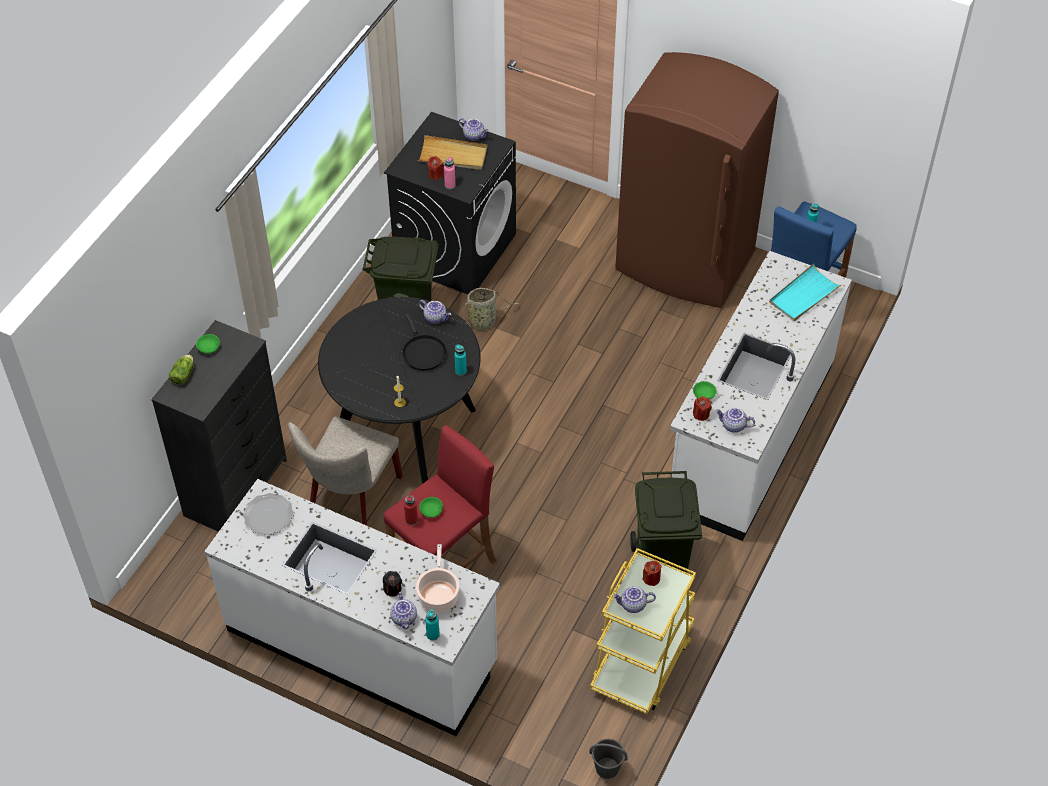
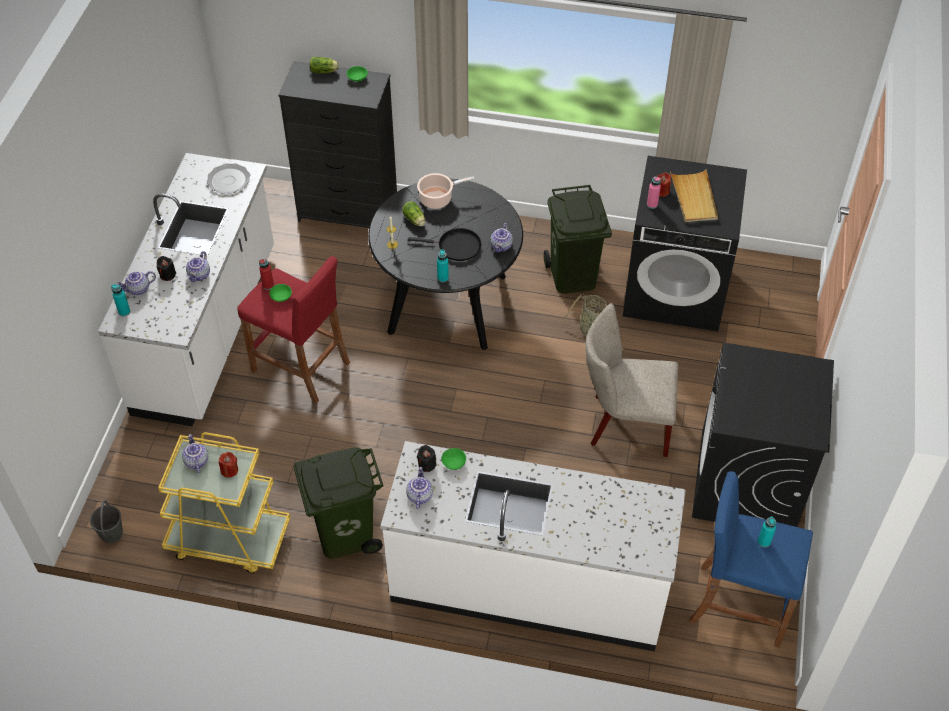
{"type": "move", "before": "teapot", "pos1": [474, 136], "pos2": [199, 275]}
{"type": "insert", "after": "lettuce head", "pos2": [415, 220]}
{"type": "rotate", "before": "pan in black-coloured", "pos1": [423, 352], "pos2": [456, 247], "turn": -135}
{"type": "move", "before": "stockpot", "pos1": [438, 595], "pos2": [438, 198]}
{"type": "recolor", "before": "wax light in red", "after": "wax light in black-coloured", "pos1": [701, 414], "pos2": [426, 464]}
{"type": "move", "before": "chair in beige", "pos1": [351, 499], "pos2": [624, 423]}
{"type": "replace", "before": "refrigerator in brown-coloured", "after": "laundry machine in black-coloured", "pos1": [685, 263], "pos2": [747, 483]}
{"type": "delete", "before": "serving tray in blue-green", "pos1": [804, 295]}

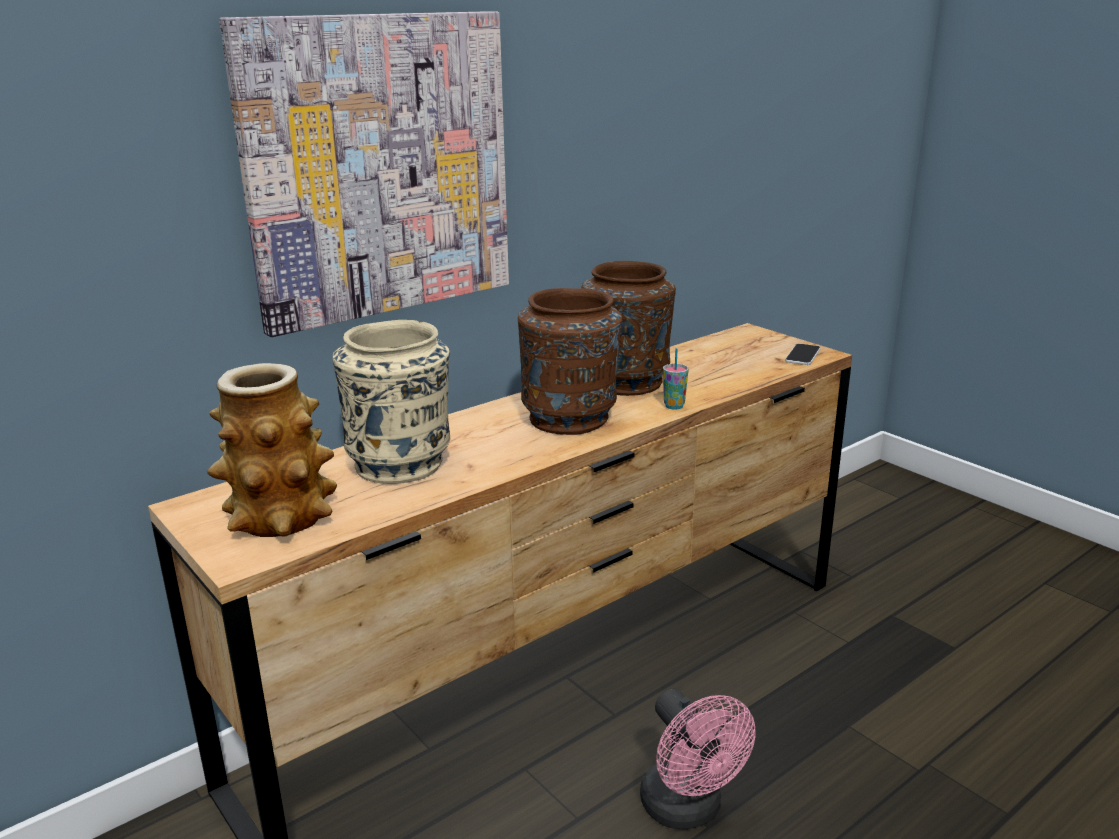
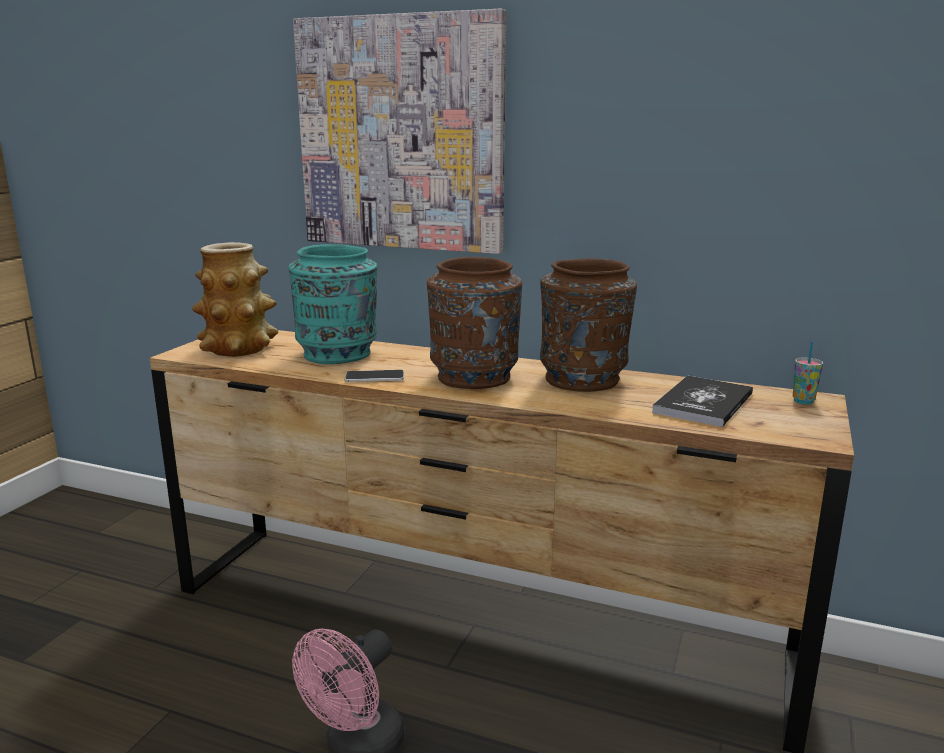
{"type": "recolor", "before": "flower vase in beige", "after": "flower vase in blue-green", "pos1": [401, 464], "pos2": [338, 355]}
{"type": "move", "before": "handset", "pos1": [802, 355], "pos2": [374, 377]}
{"type": "insert", "after": "volume", "pos2": [703, 403]}
{"type": "move", "before": "drinking cup", "pos1": [674, 406], "pos2": [803, 401]}

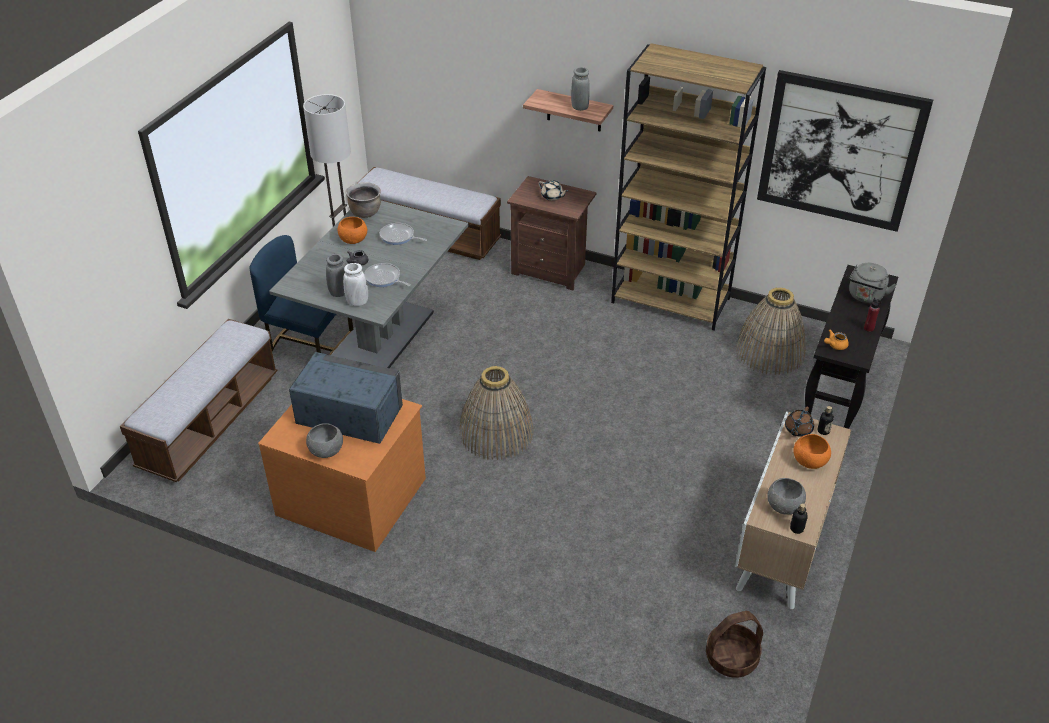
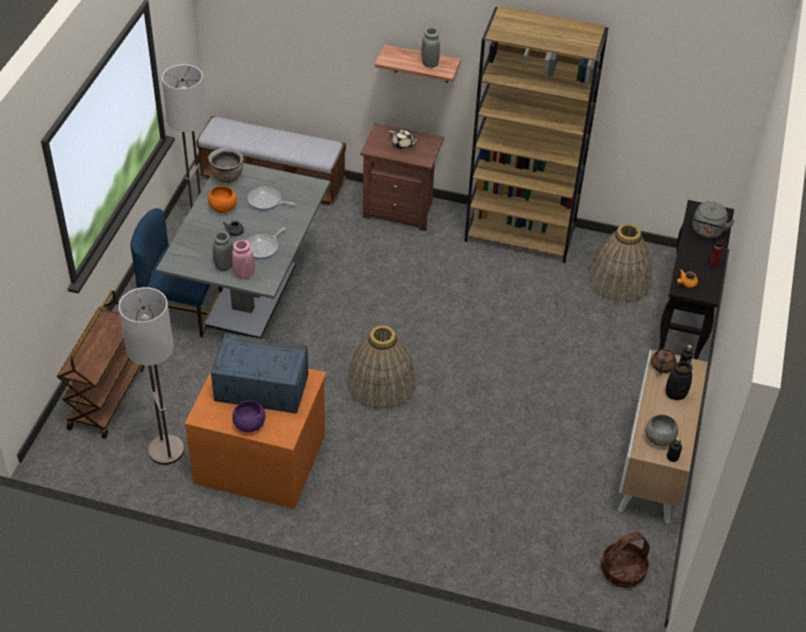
{"type": "replace", "before": "long seat", "after": "cart in brown-coloured", "pos1": [210, 421], "pos2": [106, 397]}
{"type": "insert", "after": "standard lamp", "pos2": [166, 450]}
{"type": "recolor", "before": "flower vase in white-coloured", "after": "flower vase in pink-coloured", "pos1": [357, 302], "pos2": [244, 274]}
{"type": "recolor", "before": "bowl in grey", "after": "bowl in purple", "pos1": [326, 450], "pos2": [250, 424]}
{"type": "rotate", "before": "pan", "pos1": [384, 278], "pos2": [263, 247], "turn": -75}
{"type": "replace", "before": "bowl in orange", "after": "flower vase in black-coloured", "pos1": [809, 461], "pos2": [675, 394]}
{"type": "delete", "before": "wall picture", "pos1": [840, 151]}

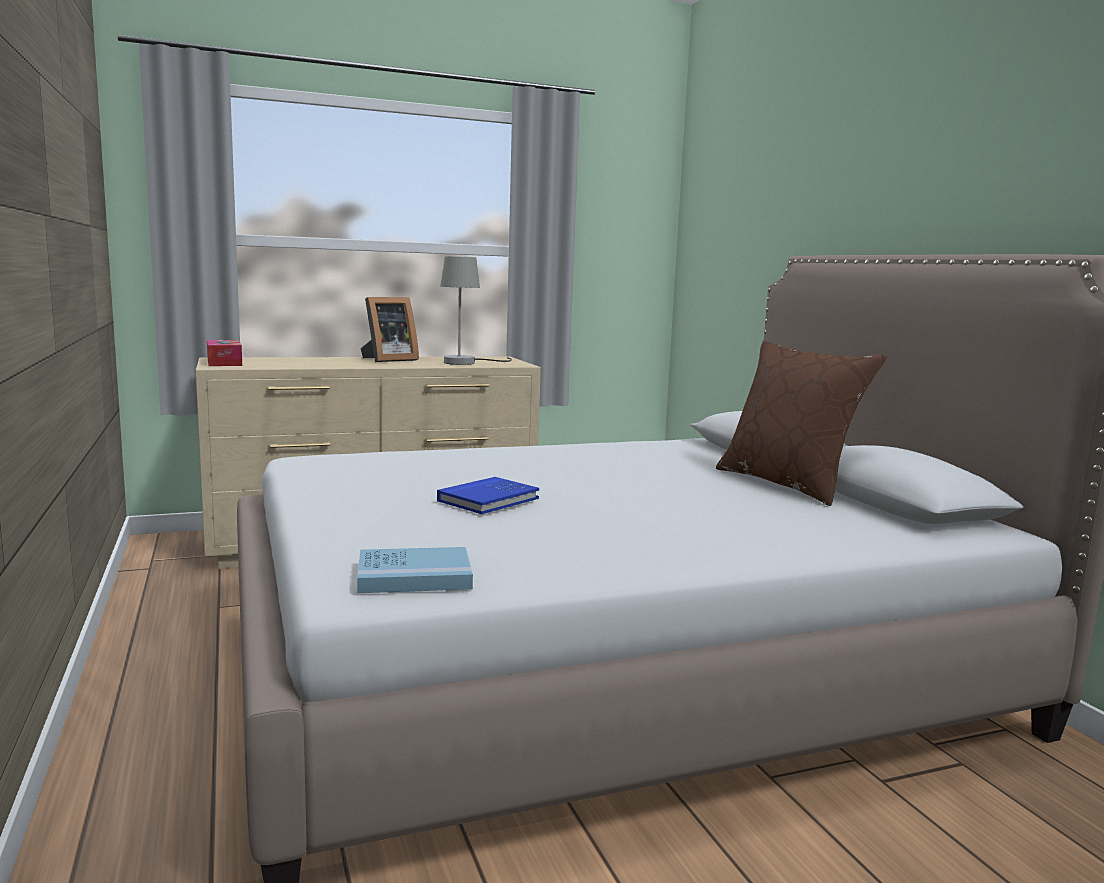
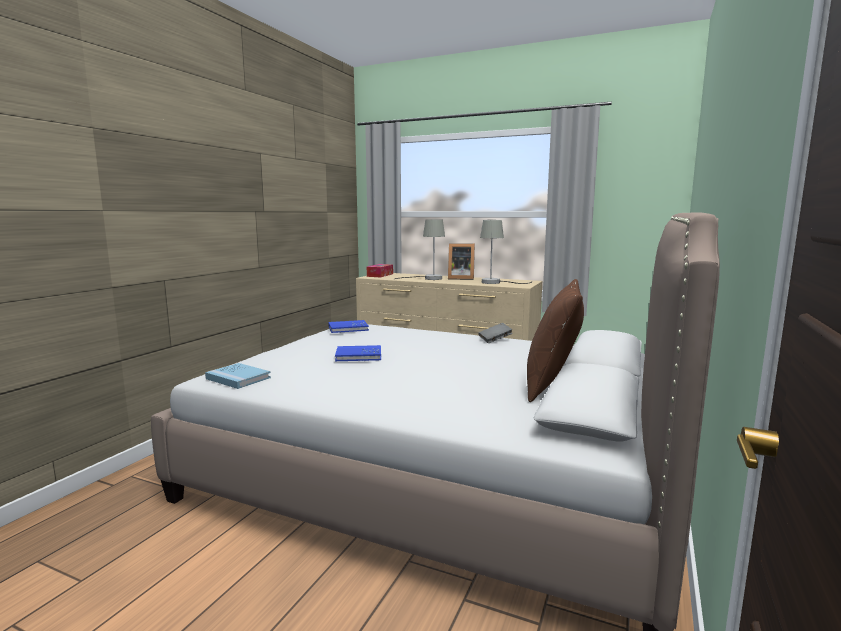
{"type": "insert", "after": "volume in bluish", "pos2": [348, 328]}
{"type": "insert", "after": "lamp for a table in grey", "pos2": [428, 278]}
{"type": "insert", "after": "volume in grey", "pos2": [495, 340]}

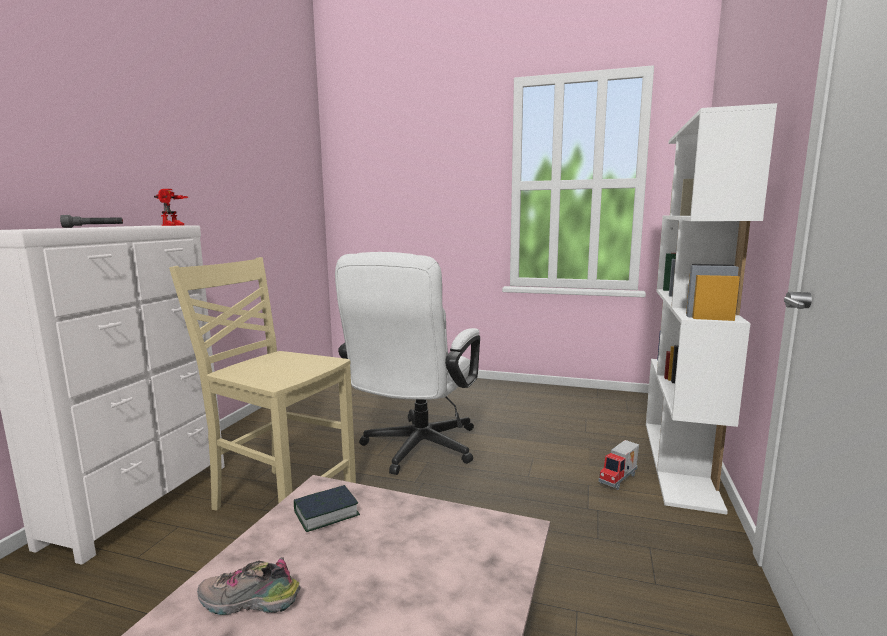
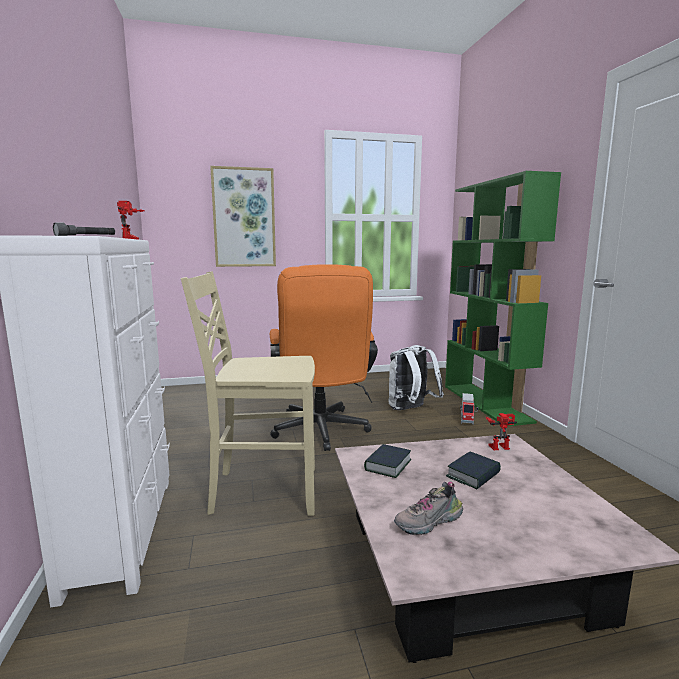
{"type": "insert", "after": "wall picture", "pos2": [244, 218]}
{"type": "recolor", "before": "office chair in white-coloured", "after": "office chair in orange", "pos1": [415, 450], "pos2": [321, 432]}
{"type": "insert", "after": "rucksack in white-coloured", "pos2": [411, 409]}
{"type": "recolor", "before": "shelving unit in white-coloured", "after": "shelving unit in greenish", "pos1": [680, 462], "pos2": [486, 403]}
{"type": "insert", "after": "volume", "pos2": [473, 475]}
{"type": "insert", "after": "model robot", "pos2": [499, 446]}

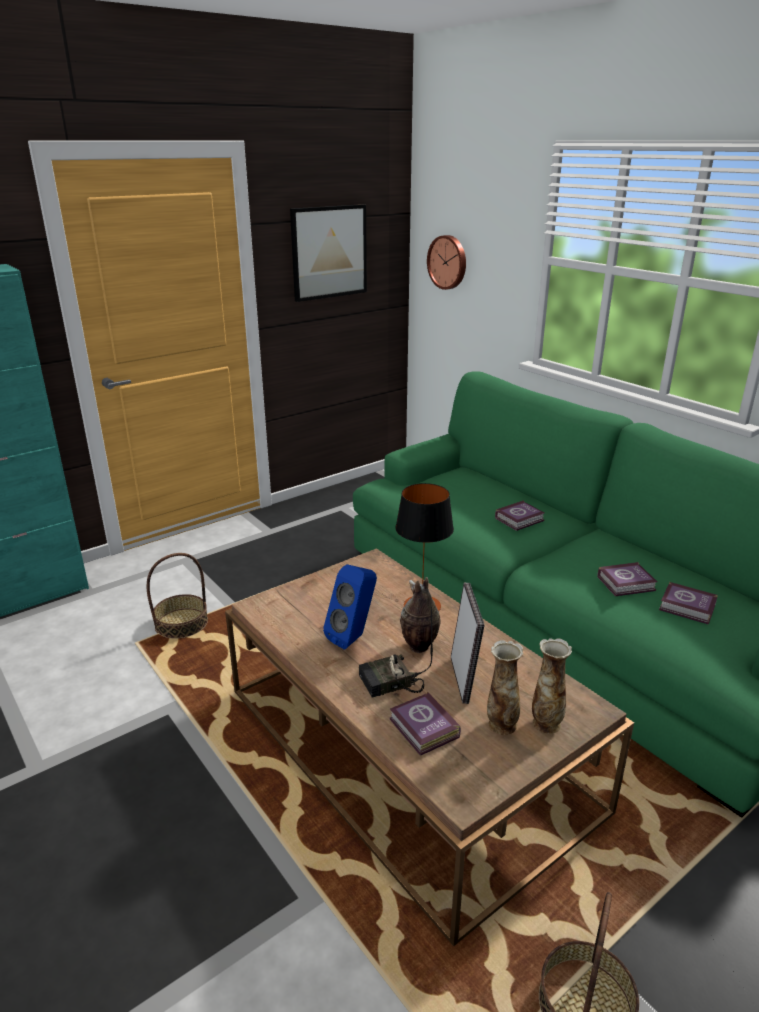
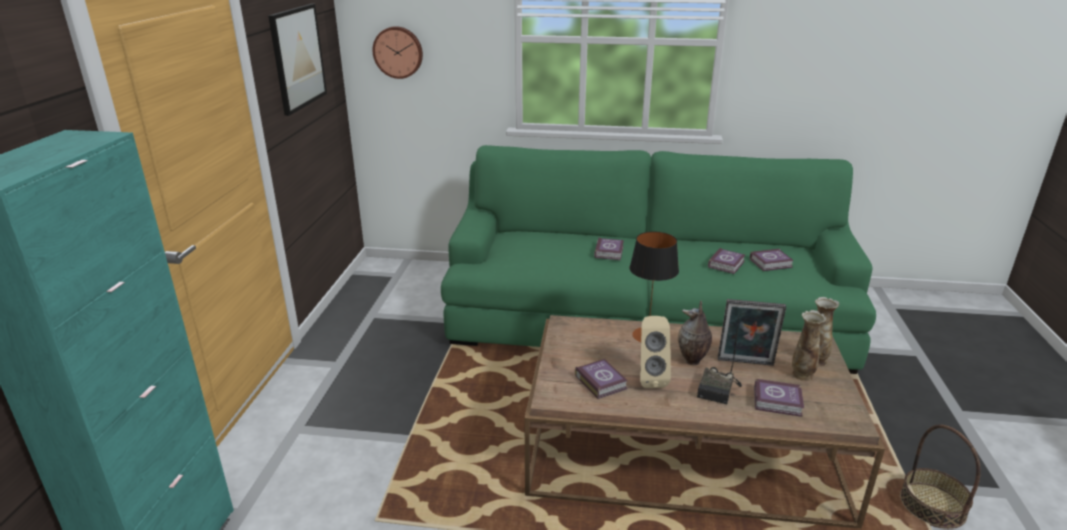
{"type": "insert", "after": "volume", "pos2": [601, 381]}
{"type": "recolor", "before": "loudspeaker in bluish", "after": "loudspeaker in beige", "pos1": [353, 637], "pos2": [649, 378]}
{"type": "rotate", "before": "picture frame", "pos1": [463, 679], "pos2": [745, 363], "turn": 150}
{"type": "delete", "before": "storage basket", "pos1": [181, 623]}

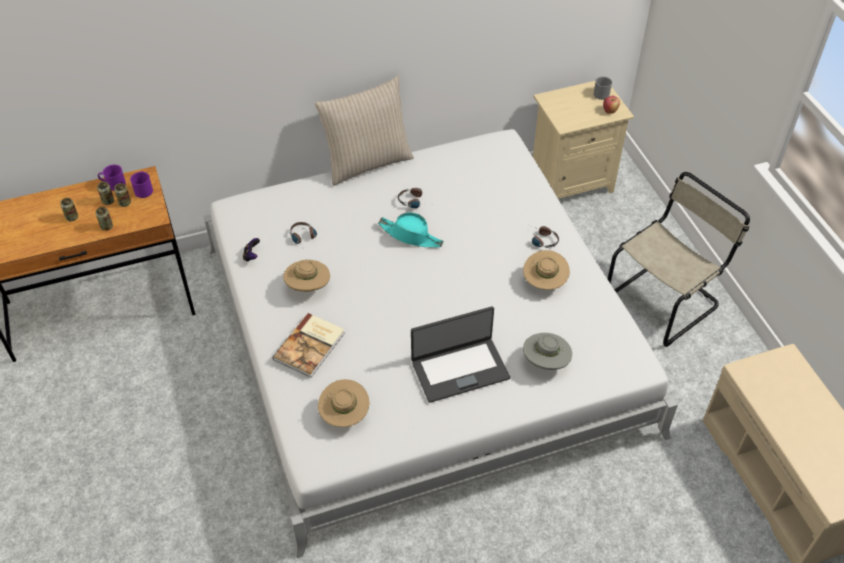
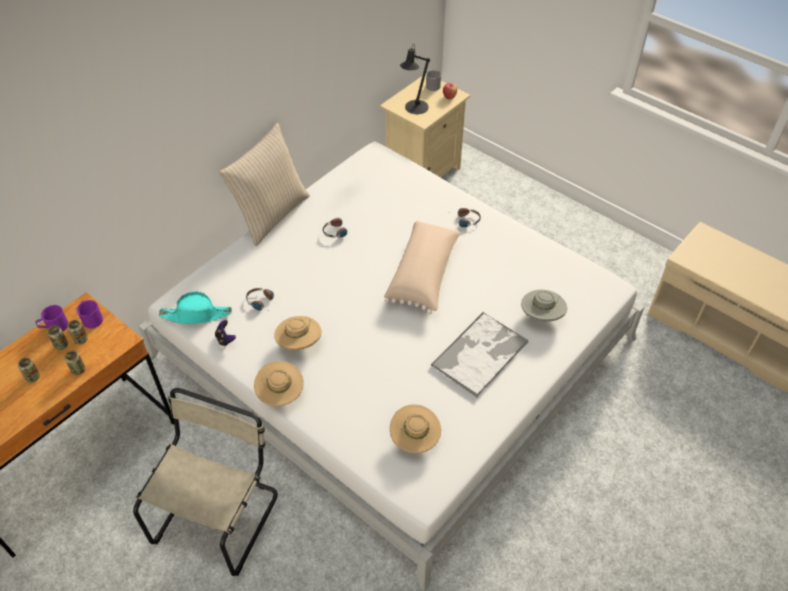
{"type": "move", "before": "chair in beige", "pos1": [664, 300], "pos2": [220, 514]}
{"type": "move", "before": "clothing hat in blue-green", "pos1": [411, 236], "pos2": [196, 315]}
{"type": "move", "before": "clothing hat in beige", "pos1": [544, 282], "pos2": [280, 394]}
{"type": "insert", "after": "pillow in beige", "pos2": [424, 275]}
{"type": "insert", "after": "lamp for a table in black-coloured", "pos2": [414, 109]}
{"type": "replace", "before": "portable computer", "after": "serving tray", "pos1": [459, 369], "pos2": [480, 353]}
{"type": "delete", "before": "volume", "pos1": [311, 346]}

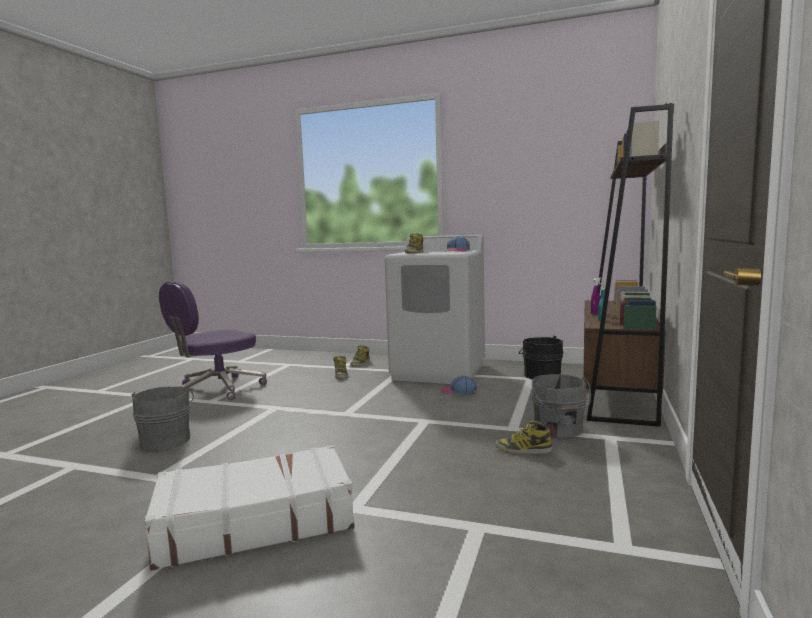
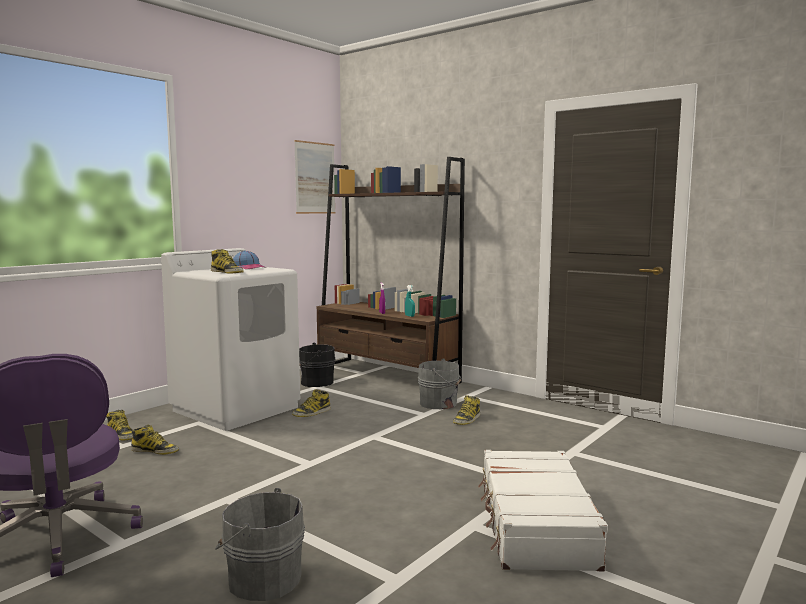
{"type": "replace", "before": "baseball cap", "after": "tall boot", "pos1": [458, 391], "pos2": [312, 413]}
{"type": "insert", "after": "wall picture", "pos2": [315, 178]}

